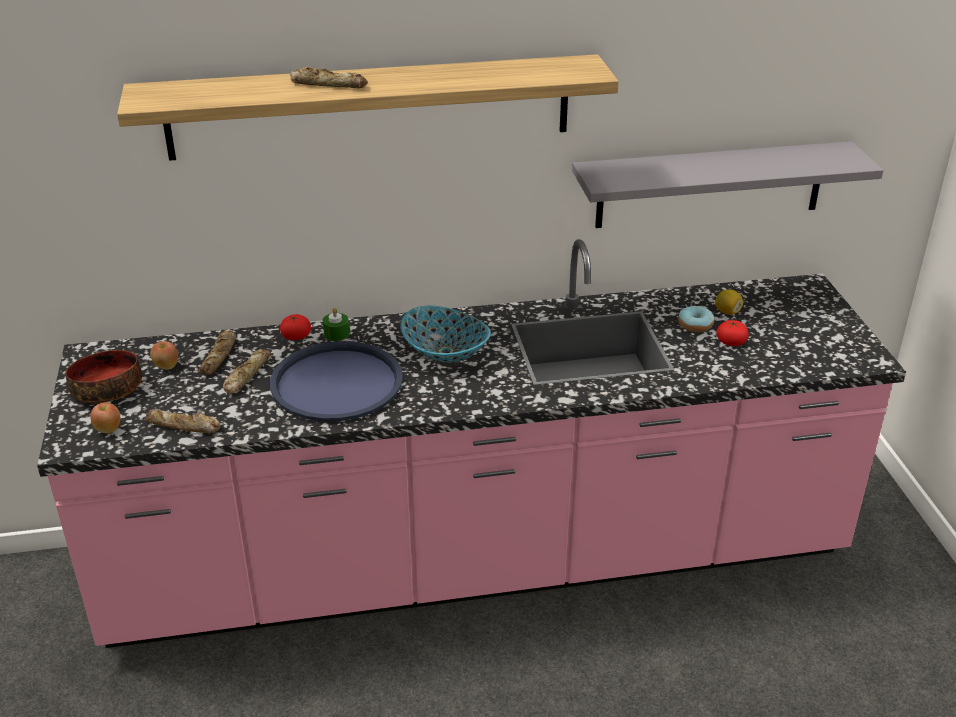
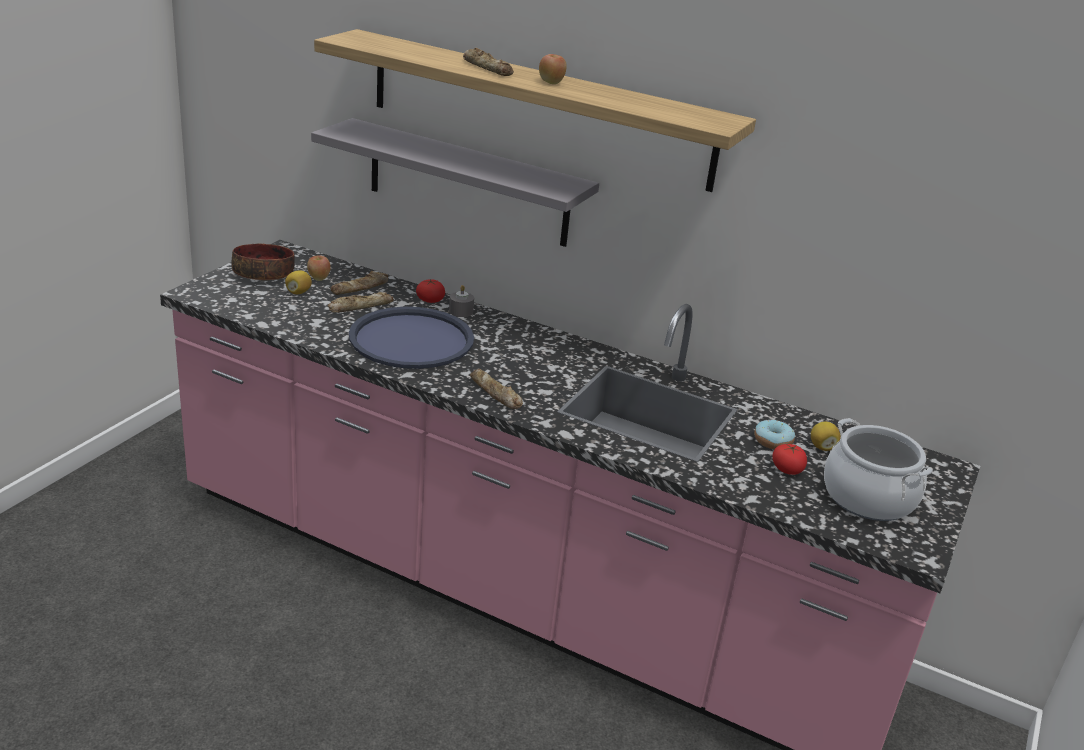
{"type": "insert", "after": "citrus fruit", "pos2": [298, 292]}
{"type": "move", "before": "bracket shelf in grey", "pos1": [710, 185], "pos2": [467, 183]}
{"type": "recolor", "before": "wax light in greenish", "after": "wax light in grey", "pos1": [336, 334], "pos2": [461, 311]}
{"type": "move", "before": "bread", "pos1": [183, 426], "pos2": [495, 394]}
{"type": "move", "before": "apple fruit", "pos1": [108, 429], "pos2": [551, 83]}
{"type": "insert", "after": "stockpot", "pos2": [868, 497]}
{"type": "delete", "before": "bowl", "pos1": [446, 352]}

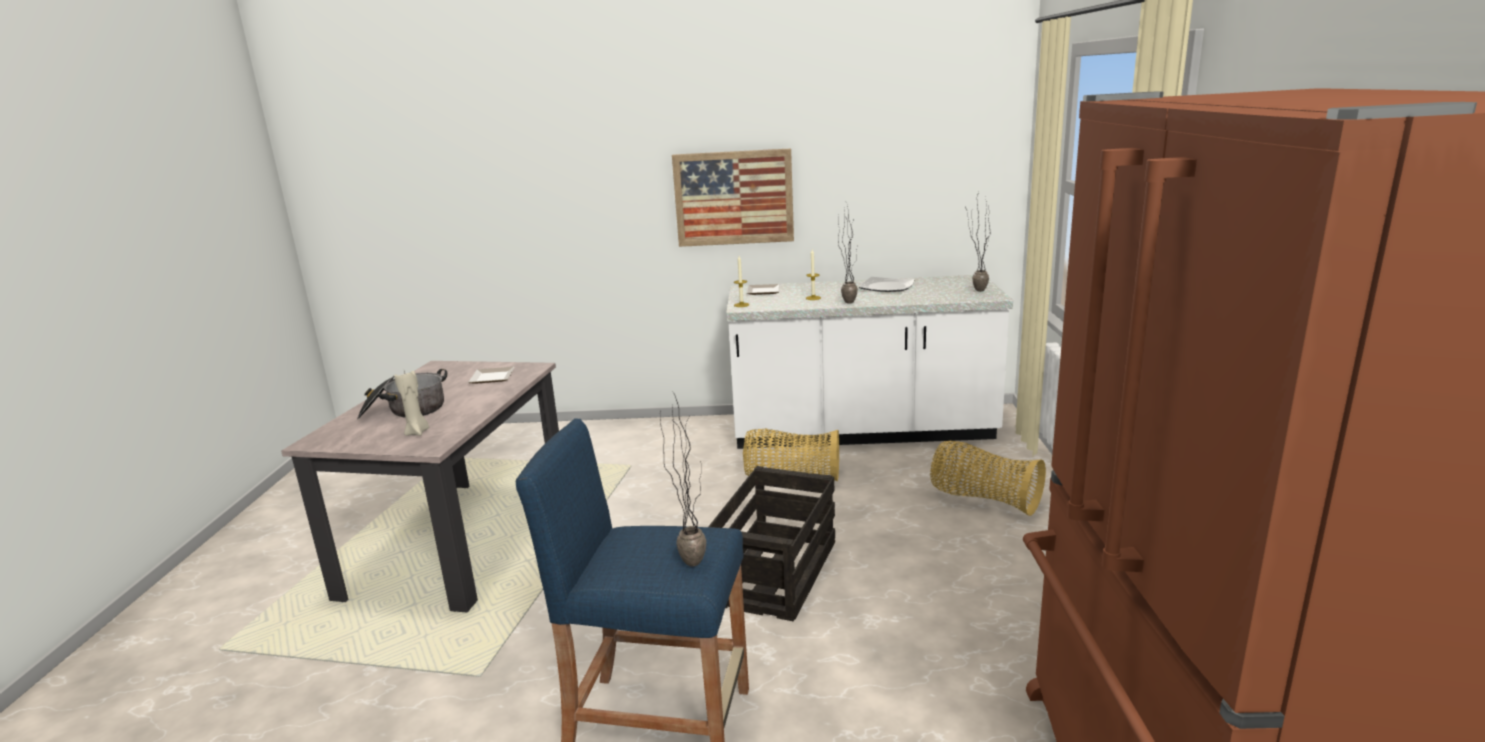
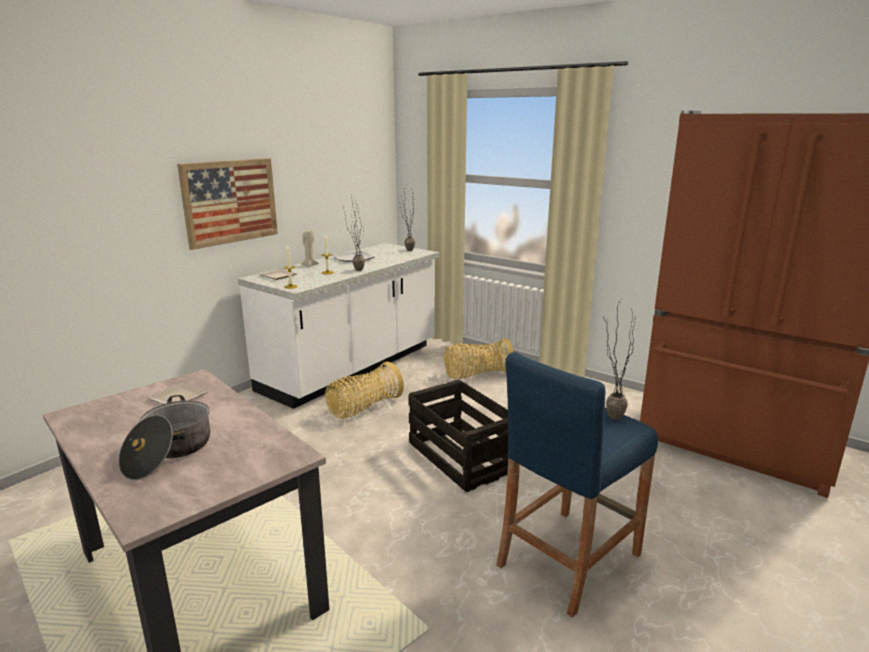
{"type": "move", "before": "wax light in beige", "pos1": [417, 432], "pos2": [310, 265]}

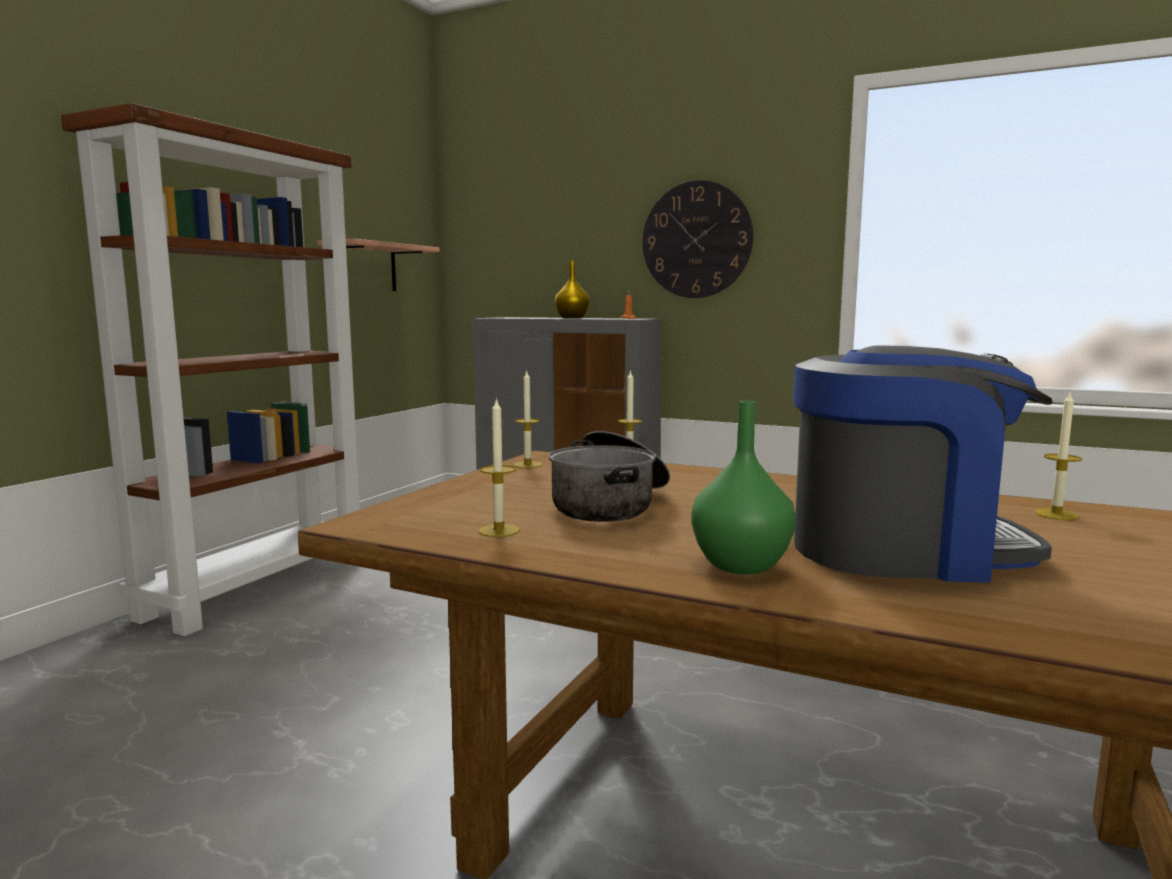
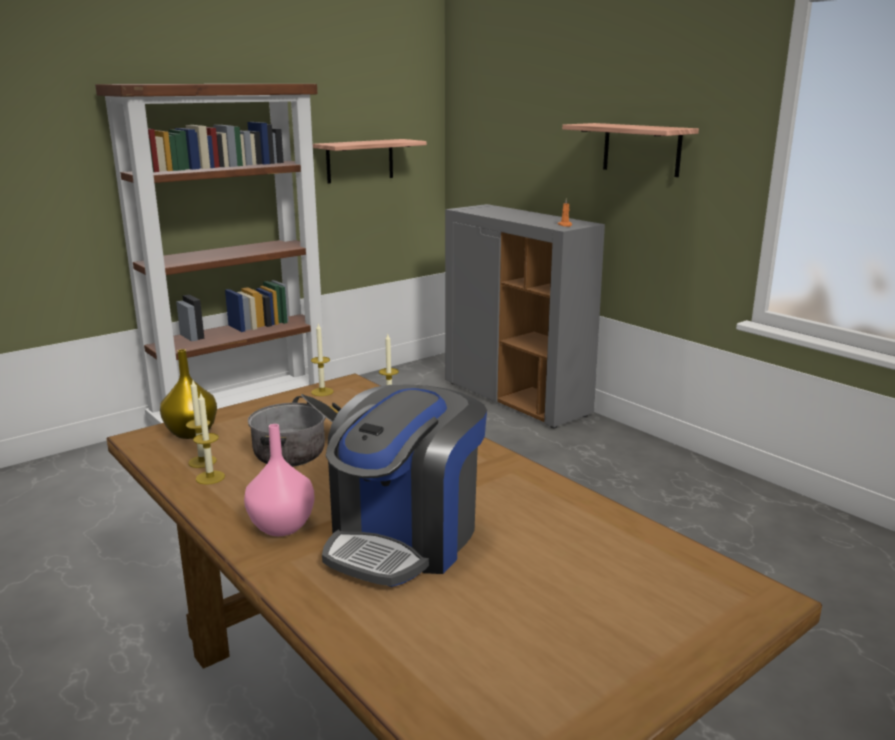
{"type": "move", "before": "flower vase in yellowish", "pos1": [571, 318], "pos2": [191, 432]}
{"type": "move", "before": "wax light", "pos1": [1056, 514], "pos2": [210, 477]}
{"type": "recolor", "before": "flower vase in greenish", "after": "flower vase in pink-coloured", "pos1": [743, 565], "pos2": [283, 527]}
{"type": "rotate", "before": "coffee machine", "pos1": [903, 550], "pos2": [405, 538], "turn": 90}
{"type": "replace", "before": "wall clock", "after": "bracket shelf", "pos1": [696, 240], "pos2": [641, 149]}

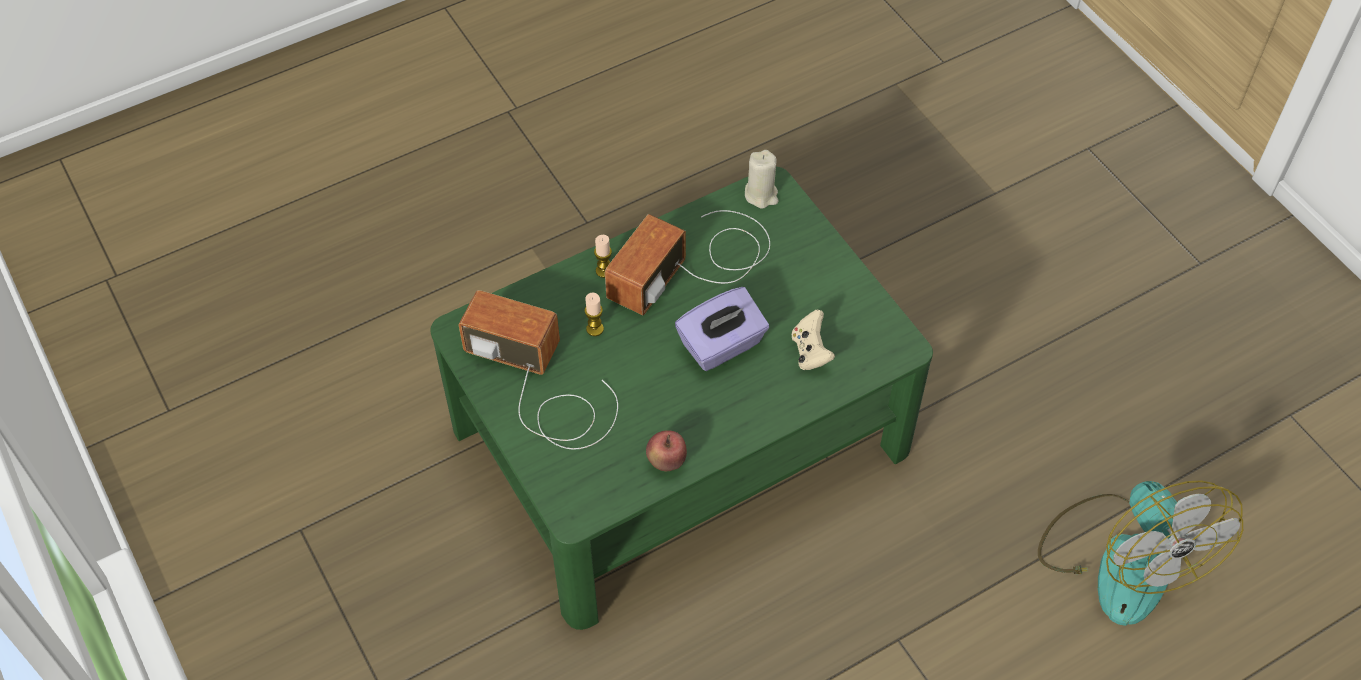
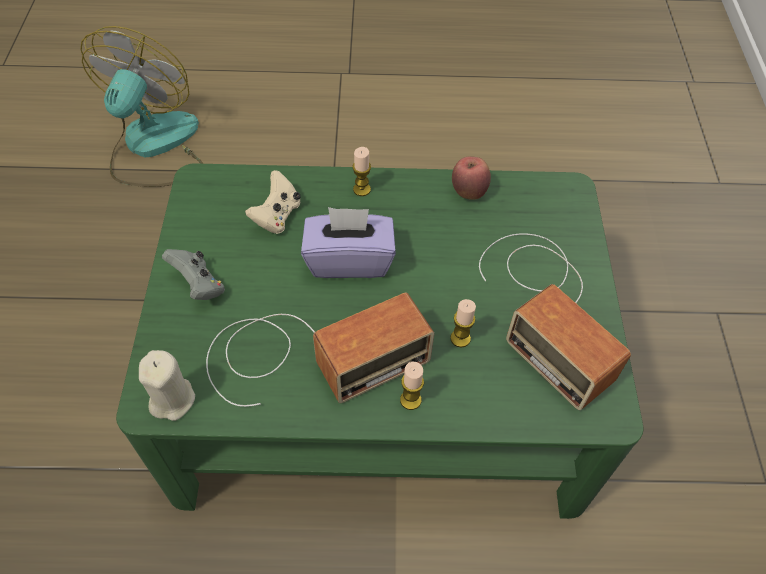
{"type": "insert", "after": "joypad in grey", "pos2": [199, 285]}
{"type": "insert", "after": "wax light", "pos2": [362, 189]}

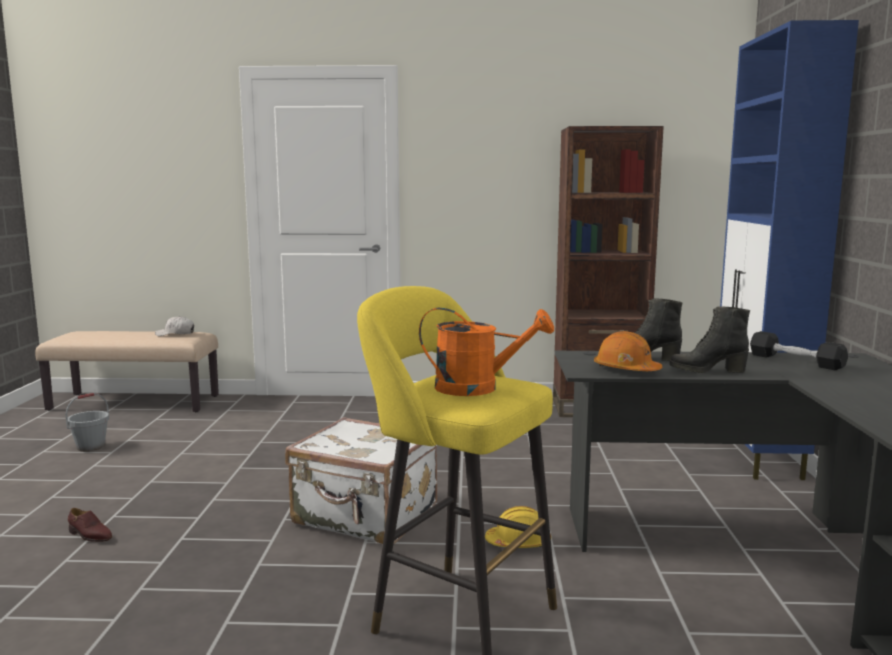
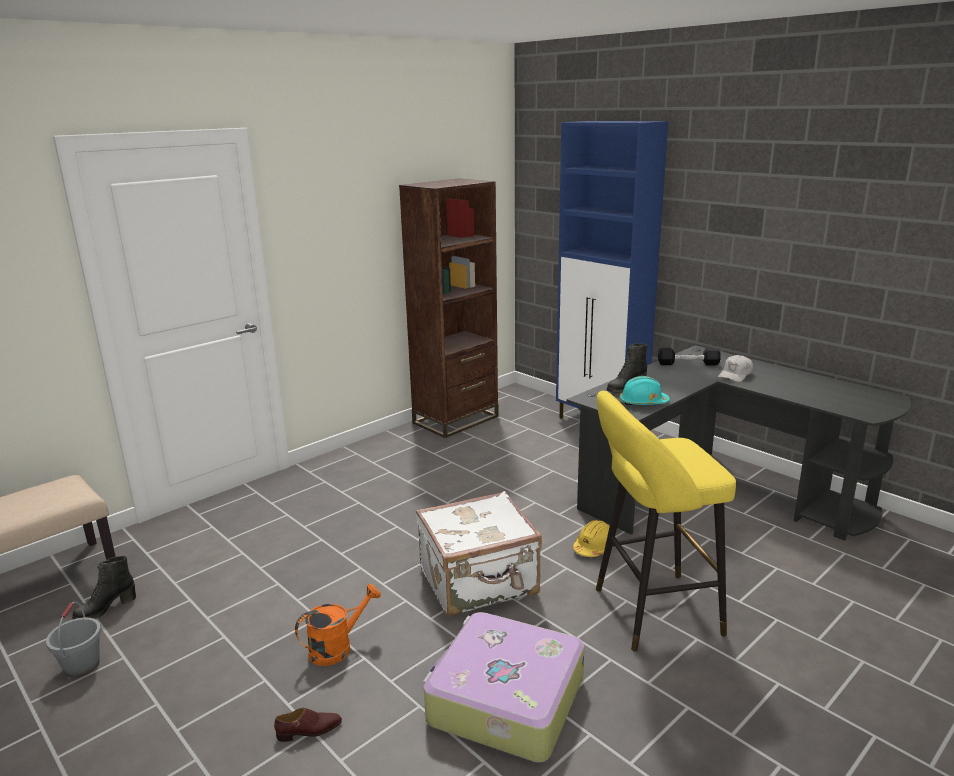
{"type": "move", "before": "tall boot in black-coloured", "pos1": [707, 370], "pos2": [105, 609]}
{"type": "move", "before": "watering pot in orange", "pos1": [478, 388], "pos2": [337, 647]}
{"type": "insert", "after": "travel case", "pos2": [504, 700]}
{"type": "recolor", "before": "safety helmet in orange", "after": "safety helmet in blue-green", "pos1": [626, 370], "pos2": [643, 403]}
{"type": "move", "before": "baseball cap in white-coloured", "pos1": [175, 334], "pos2": [735, 375]}

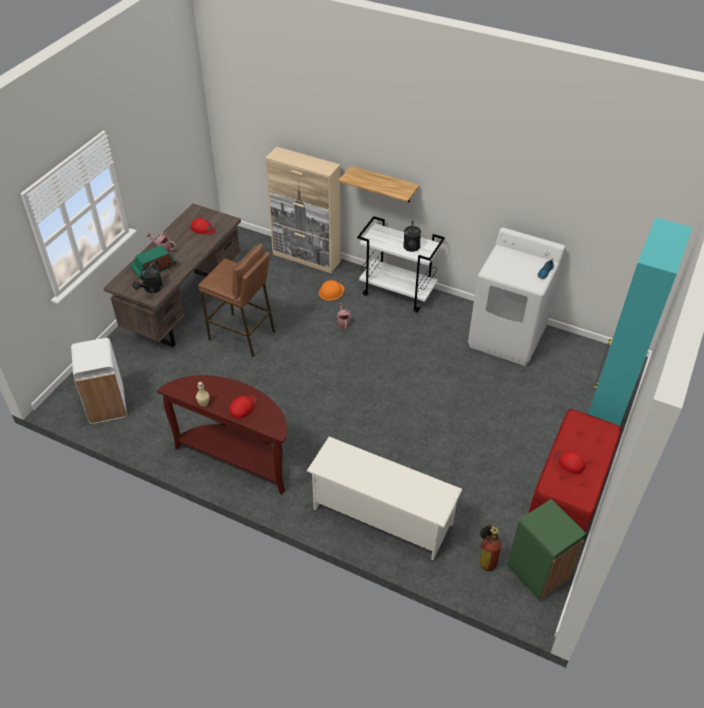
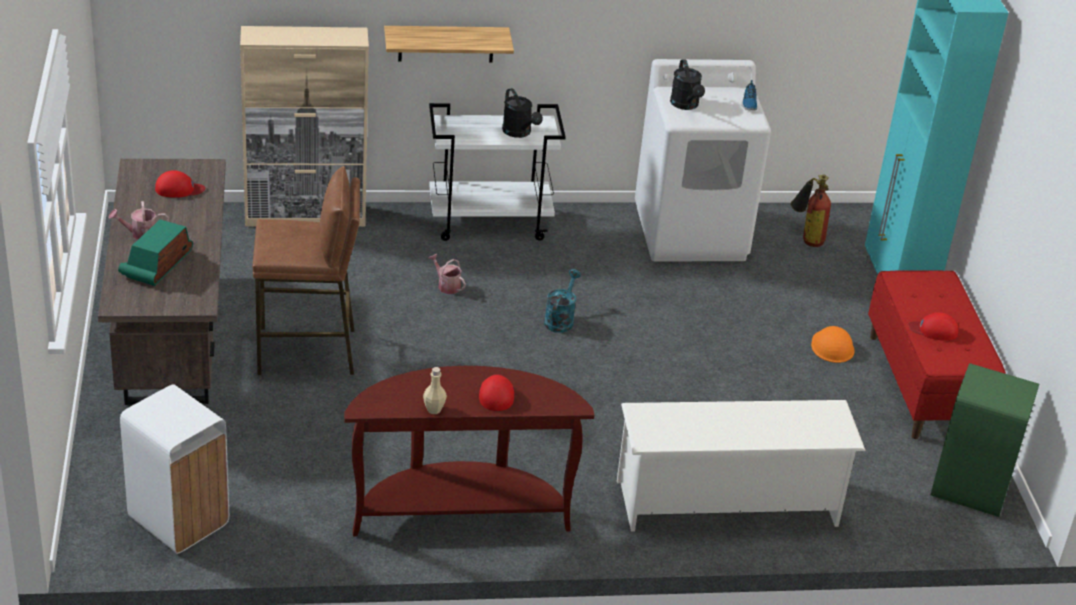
{"type": "insert", "after": "watering pot in blue-green", "pos2": [560, 319]}
{"type": "move", "before": "watering pot in black-coloured", "pos1": [151, 289], "pos2": [686, 105]}
{"type": "move", "before": "fire-fighting cylinder", "pos1": [486, 557], "pos2": [806, 237]}
{"type": "move", "before": "safety helmet in orange", "pos1": [331, 291], "pos2": [832, 347]}

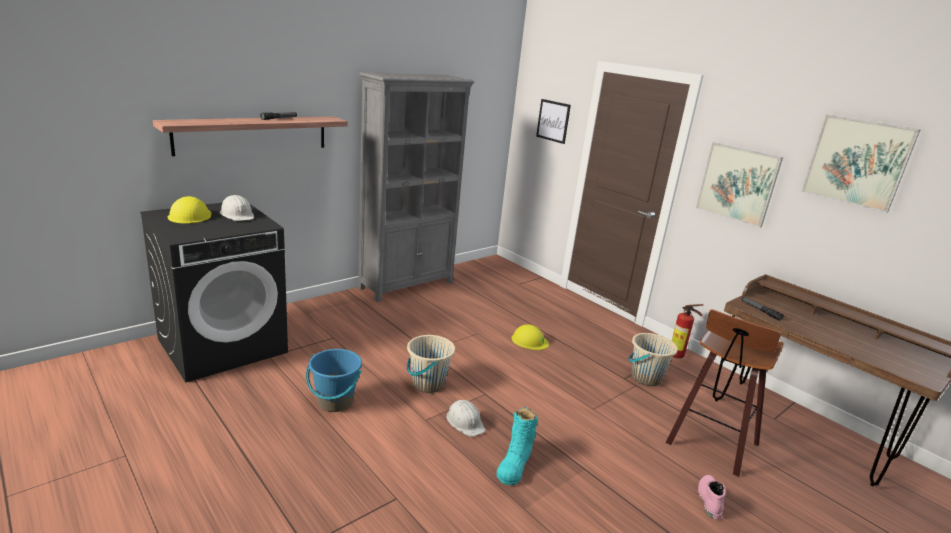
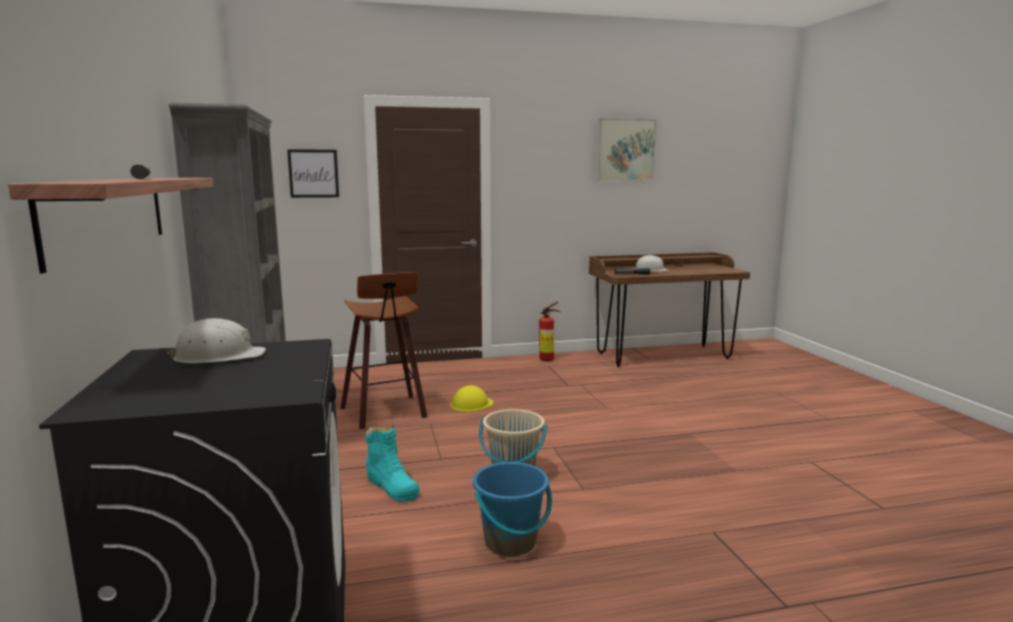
{"type": "move", "before": "stool seat", "pos1": [709, 444], "pos2": [386, 413]}
{"type": "move", "before": "tall boot in blue-green", "pos1": [515, 463], "pos2": [392, 486]}
{"type": "move", "before": "safety helmet in white-coloured", "pos1": [465, 422], "pos2": [650, 271]}
{"type": "delete", "before": "safety helmet in yellowish", "pos1": [190, 216]}
{"type": "delete", "before": "bucket in beige", "pos1": [645, 378]}
{"type": "delete", "before": "wall picture", "pos1": [737, 184]}
{"type": "delete", "before": "tall boot in pink-coloured", "pos1": [708, 499]}

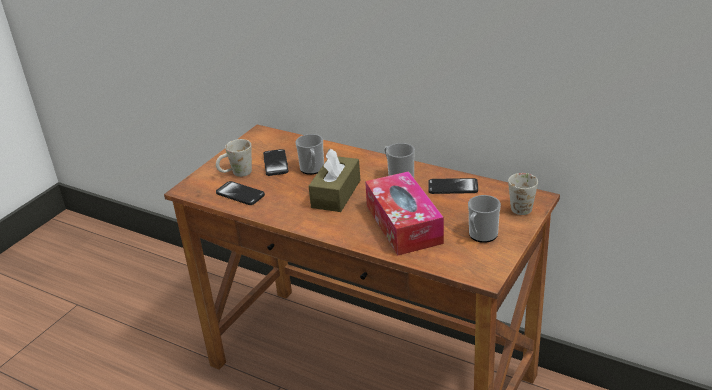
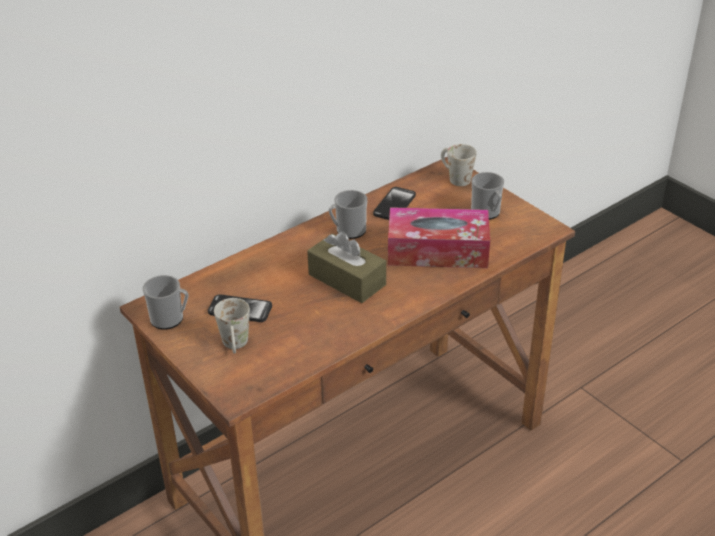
{"type": "move", "before": "coffee mug", "pos1": [312, 169], "pos2": [170, 319]}
{"type": "delete", "before": "handset", "pos1": [240, 194]}

